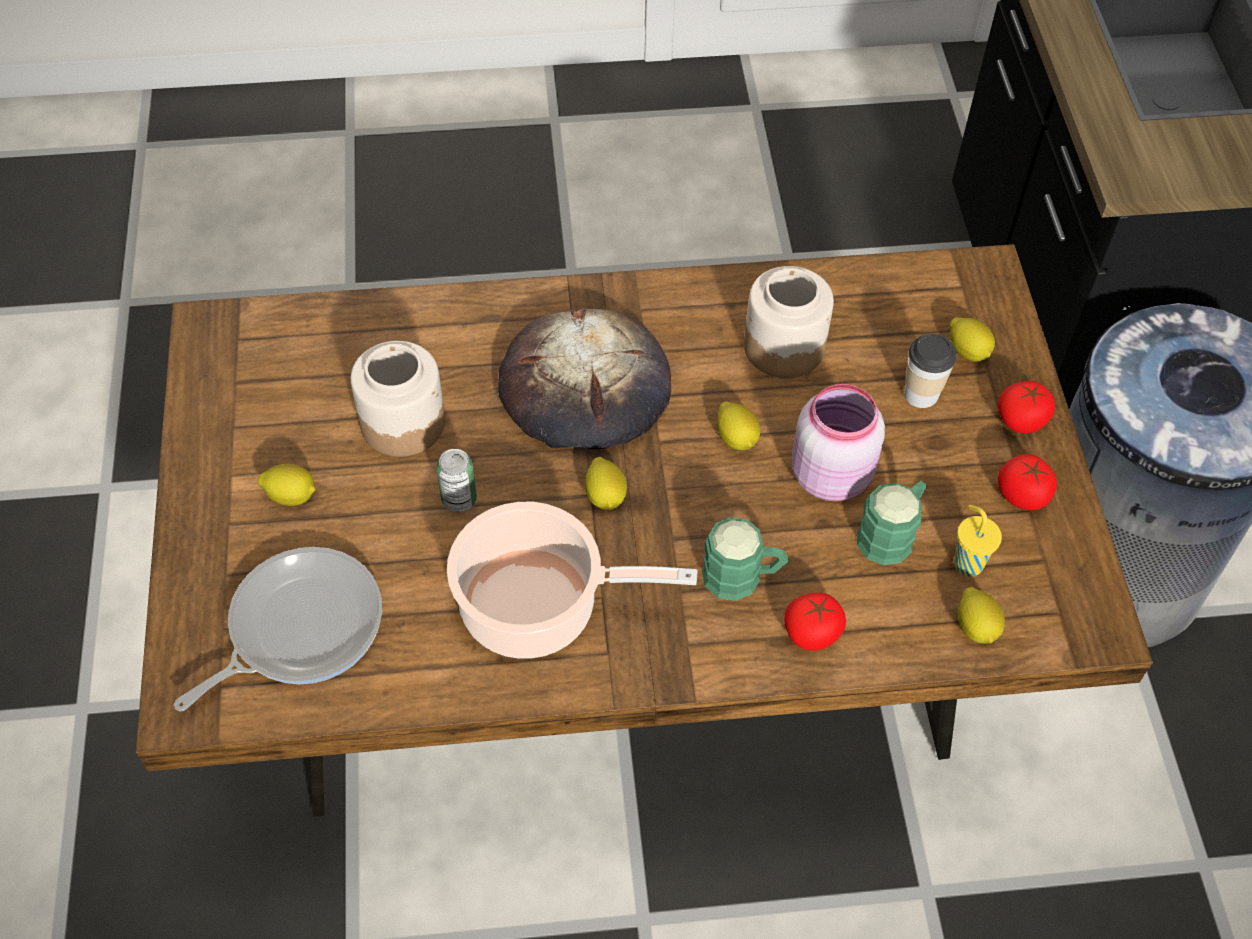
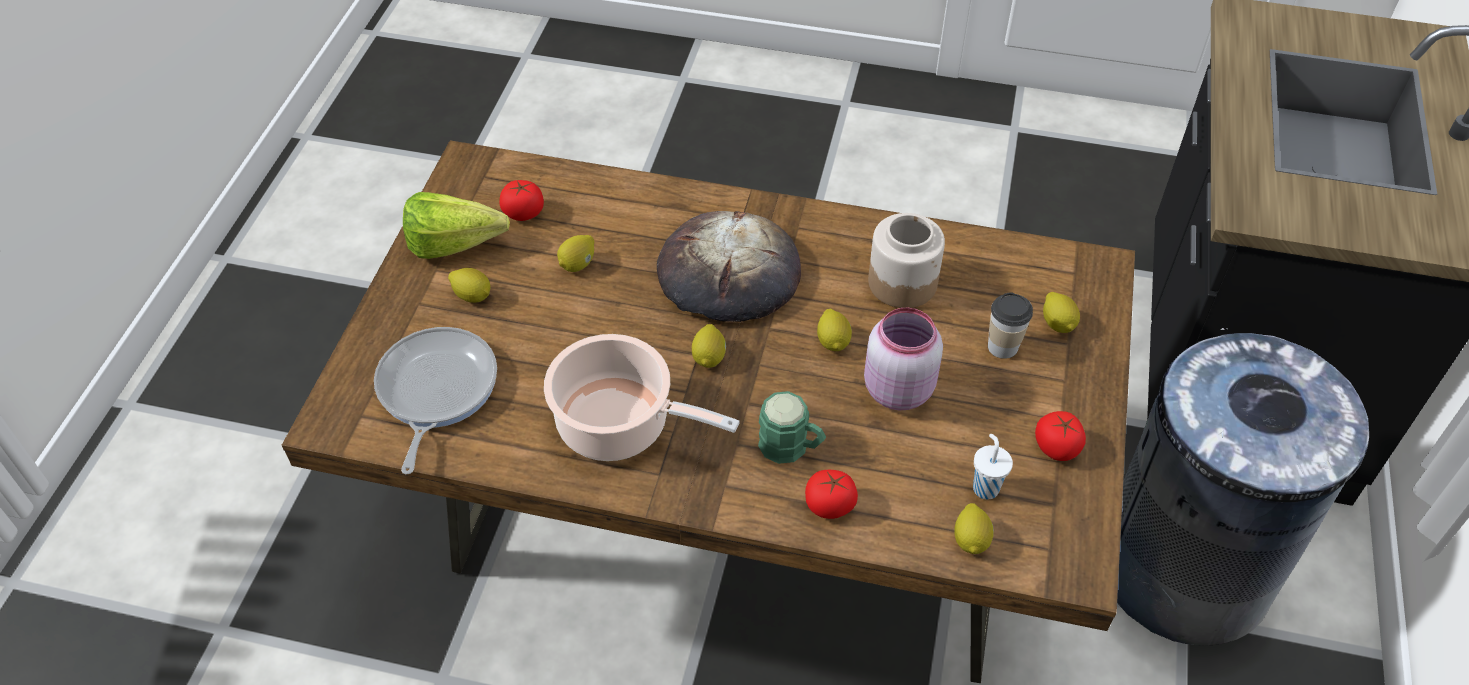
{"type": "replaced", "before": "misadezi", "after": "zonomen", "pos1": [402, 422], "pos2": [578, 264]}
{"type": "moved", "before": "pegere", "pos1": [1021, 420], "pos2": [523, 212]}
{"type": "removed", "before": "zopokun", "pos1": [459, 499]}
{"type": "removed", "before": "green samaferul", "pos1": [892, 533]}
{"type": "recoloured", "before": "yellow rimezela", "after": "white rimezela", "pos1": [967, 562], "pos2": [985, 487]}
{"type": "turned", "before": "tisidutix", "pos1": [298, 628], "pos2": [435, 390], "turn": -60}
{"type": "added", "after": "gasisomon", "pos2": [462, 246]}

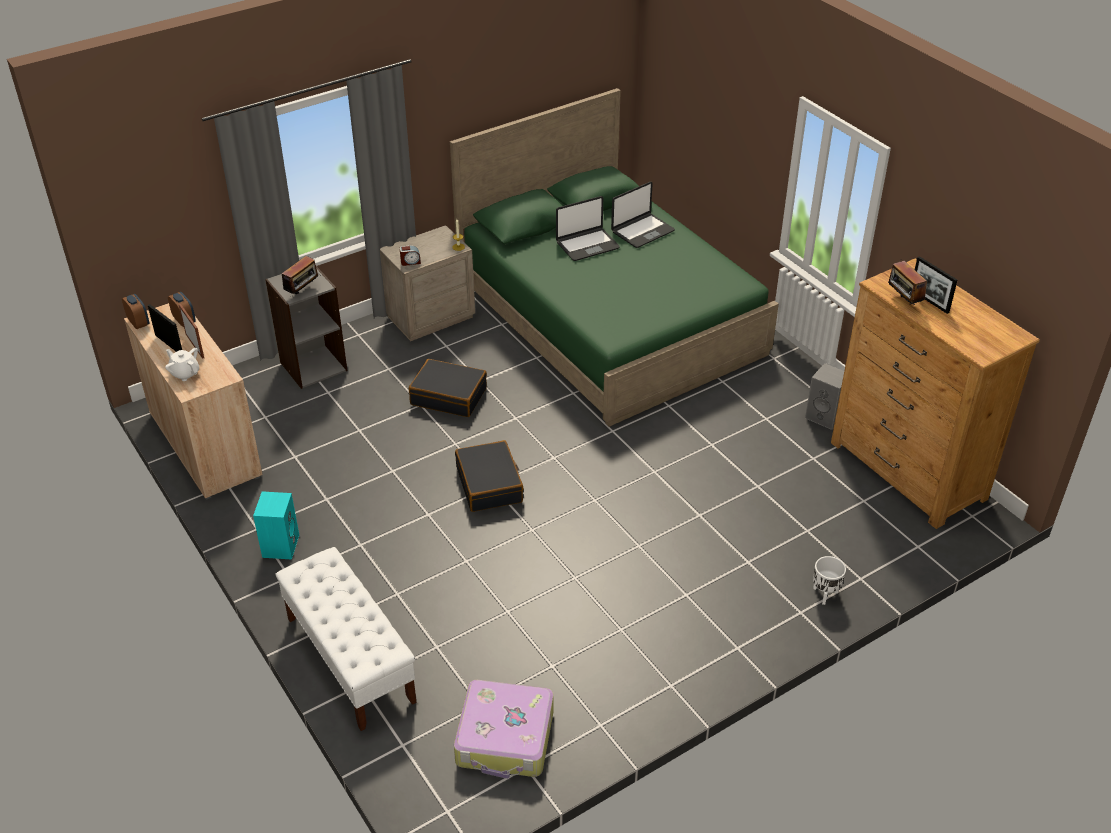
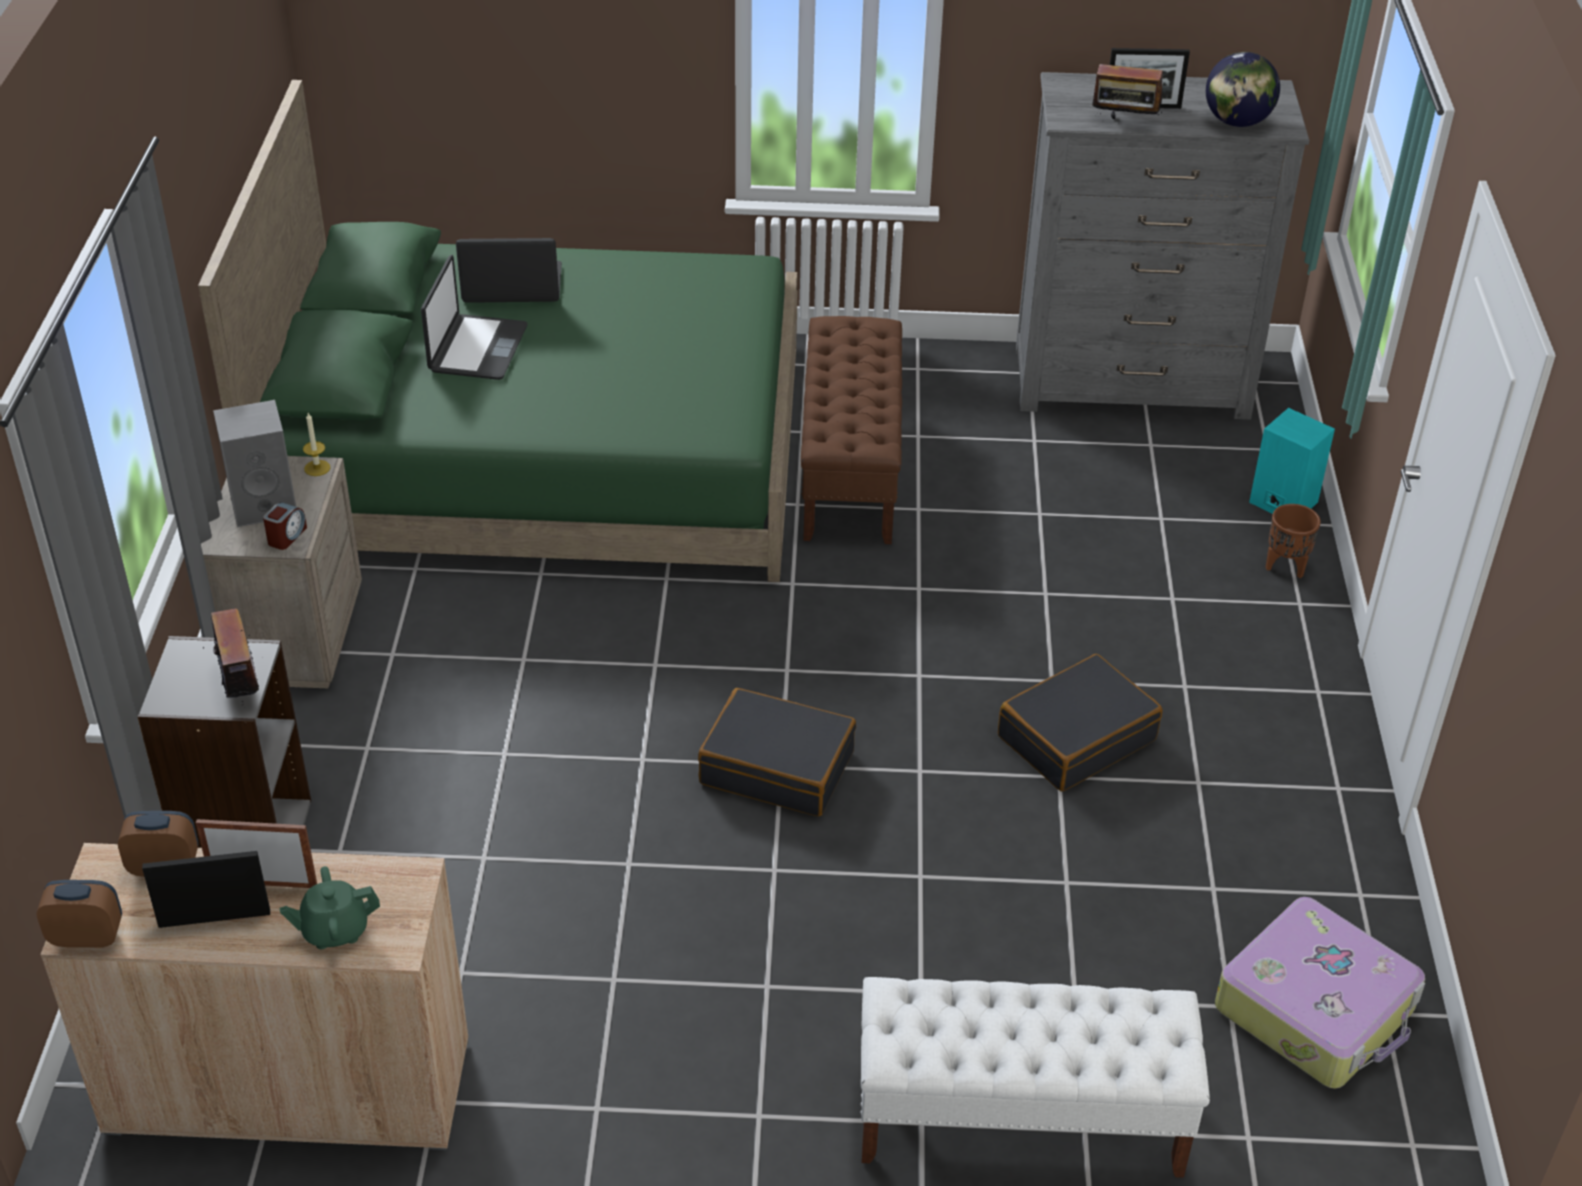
{"type": "turned", "before": "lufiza", "pos1": [642, 231], "pos2": [512, 286], "turn": -90}
{"type": "recoloured", "before": "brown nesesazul", "after": "grey nesesazul", "pos1": [907, 471], "pos2": [1131, 383]}
{"type": "recoloured", "before": "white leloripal", "after": "green leloripal", "pos1": [185, 373], "pos2": [334, 930]}
{"type": "moved", "before": "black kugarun", "pos1": [449, 396], "pos2": [1076, 737]}
{"type": "moved", "before": "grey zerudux", "pos1": [825, 416], "pos2": [265, 504]}
{"type": "moved", "before": "turquoise zerudux", "pos1": [280, 545], "pos2": [1281, 502]}
{"type": "recoloured", "before": "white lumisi", "after": "brown lumisi", "pos1": [824, 595], "pos2": [1286, 567]}
{"type": "added", "after": "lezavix", "pos2": [1236, 122]}
{"type": "added", "after": "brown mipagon", "pos2": [849, 468]}

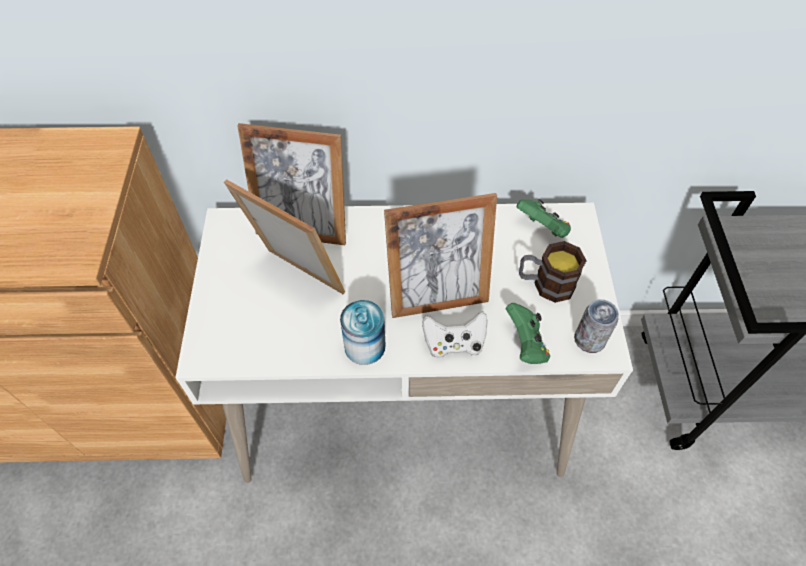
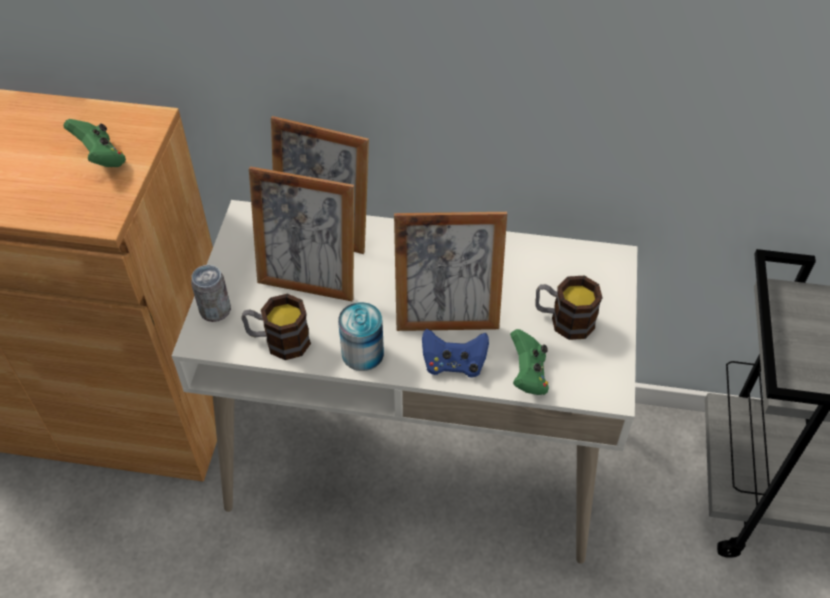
{"type": "turned", "before": "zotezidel", "pos1": [298, 279], "pos2": [309, 281], "turn": 150}
{"type": "moved", "before": "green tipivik", "pos1": [543, 228], "pos2": [101, 158]}
{"type": "moved", "before": "zopokun", "pos1": [589, 340], "pos2": [215, 310]}
{"type": "recoloured", "before": "white tipivik", "after": "blue tipivik", "pos1": [454, 343], "pos2": [453, 364]}
{"type": "added", "after": "samaferul", "pos2": [278, 341]}

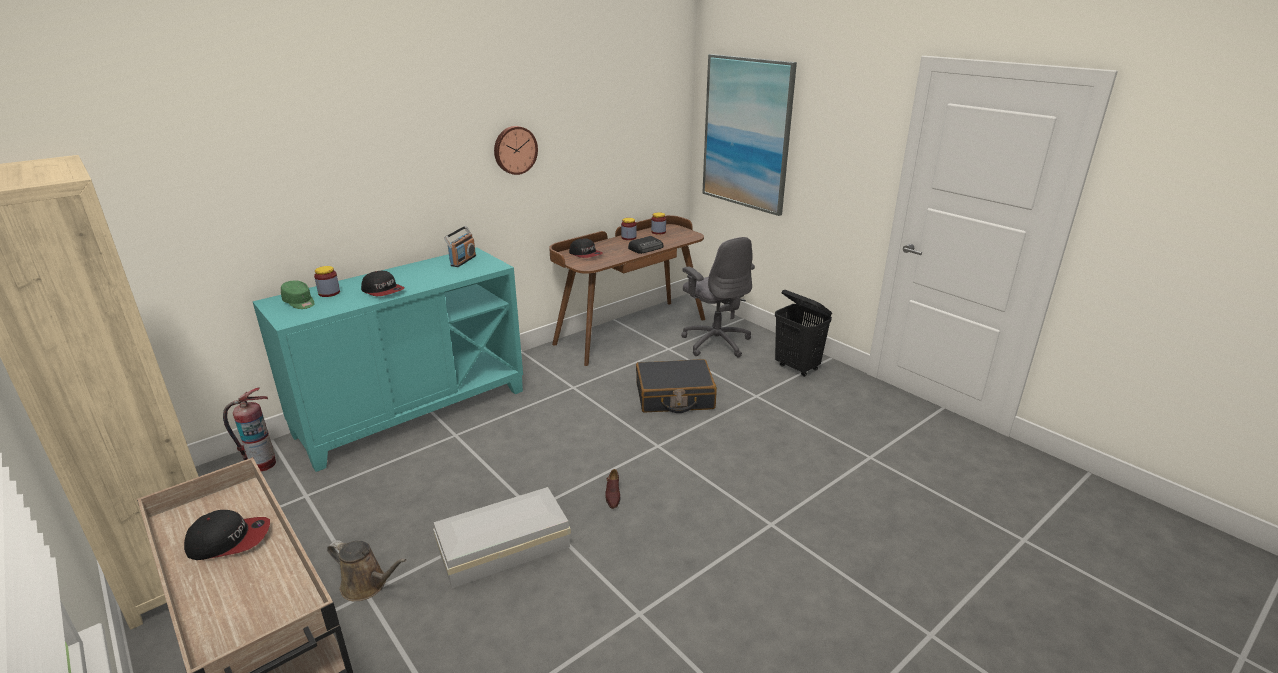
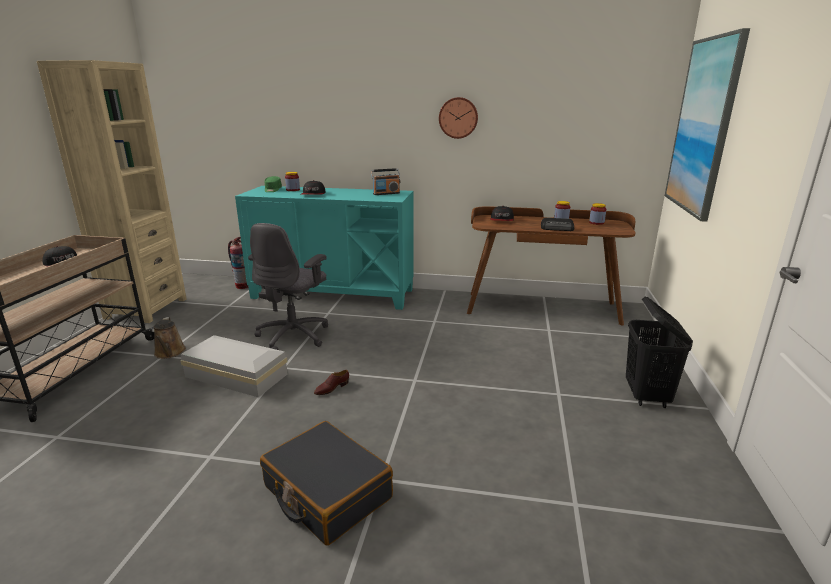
{"type": "moved", "before": "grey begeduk", "pos1": [716, 342], "pos2": [294, 336]}
{"type": "moved", "before": "black kugarun", "pos1": [674, 397], "pos2": [326, 492]}

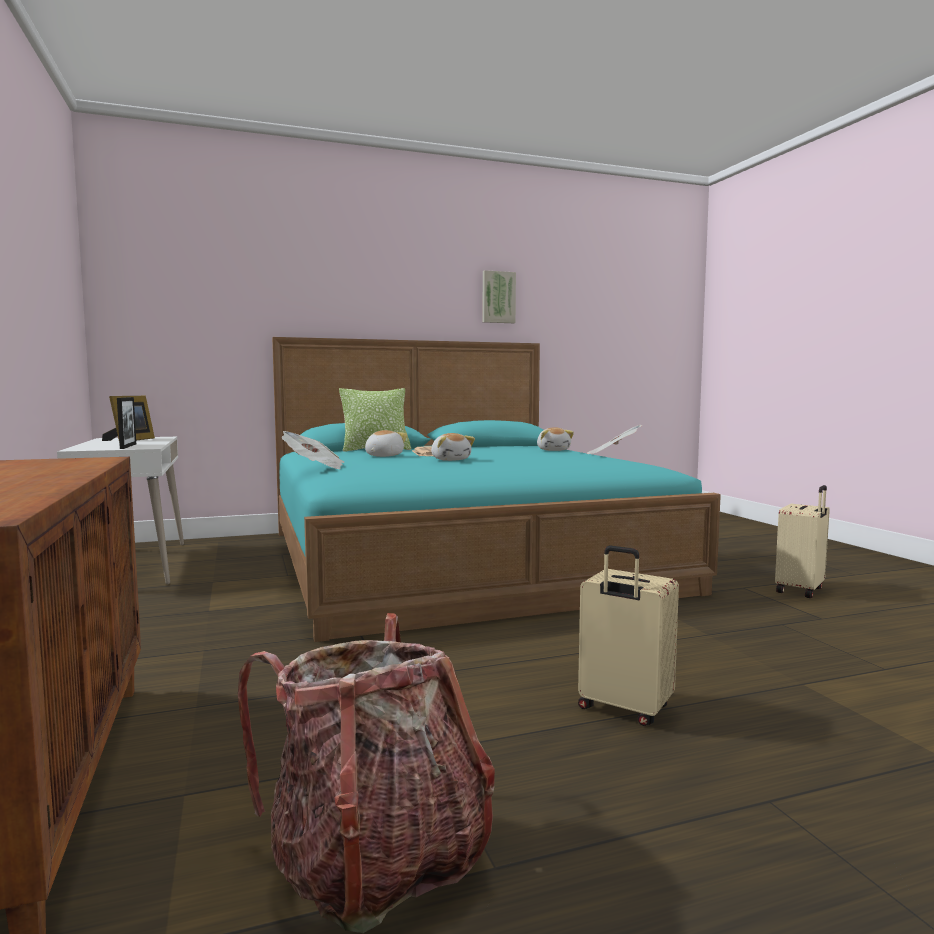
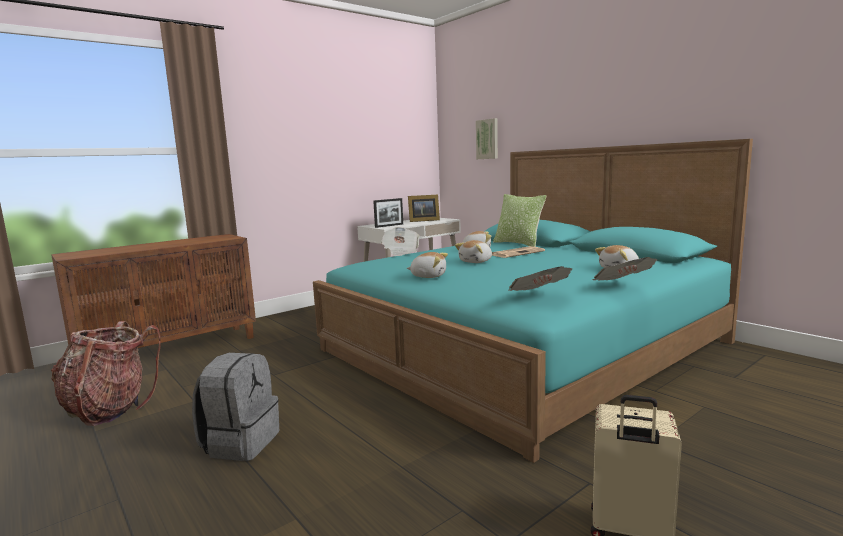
{"type": "moved", "before": "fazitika", "pos1": [498, 297], "pos2": [487, 139]}
{"type": "replaced", "before": "beige kugarun", "after": "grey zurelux", "pos1": [623, 709], "pos2": [240, 442]}
{"type": "added", "after": "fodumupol", "pos2": [428, 276]}
{"type": "added", "after": "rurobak", "pos2": [539, 296]}

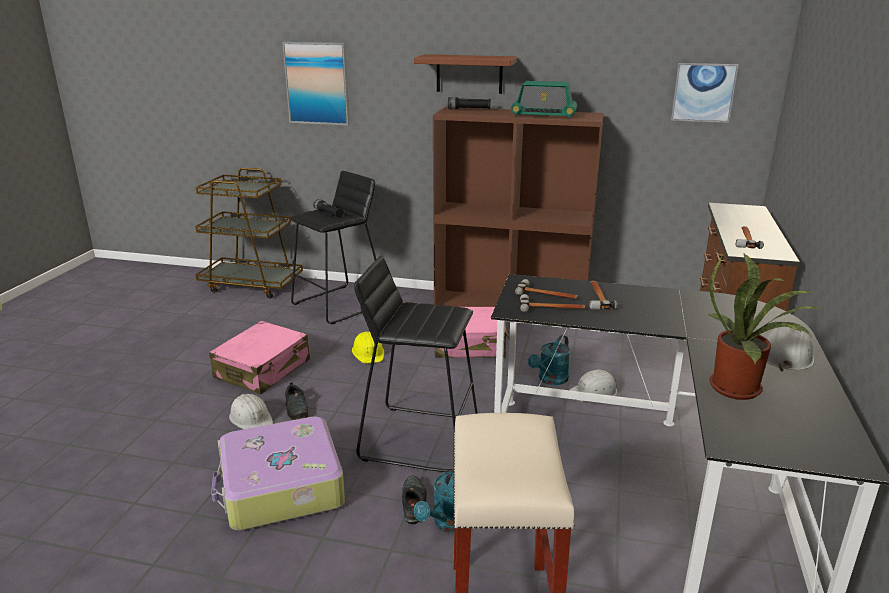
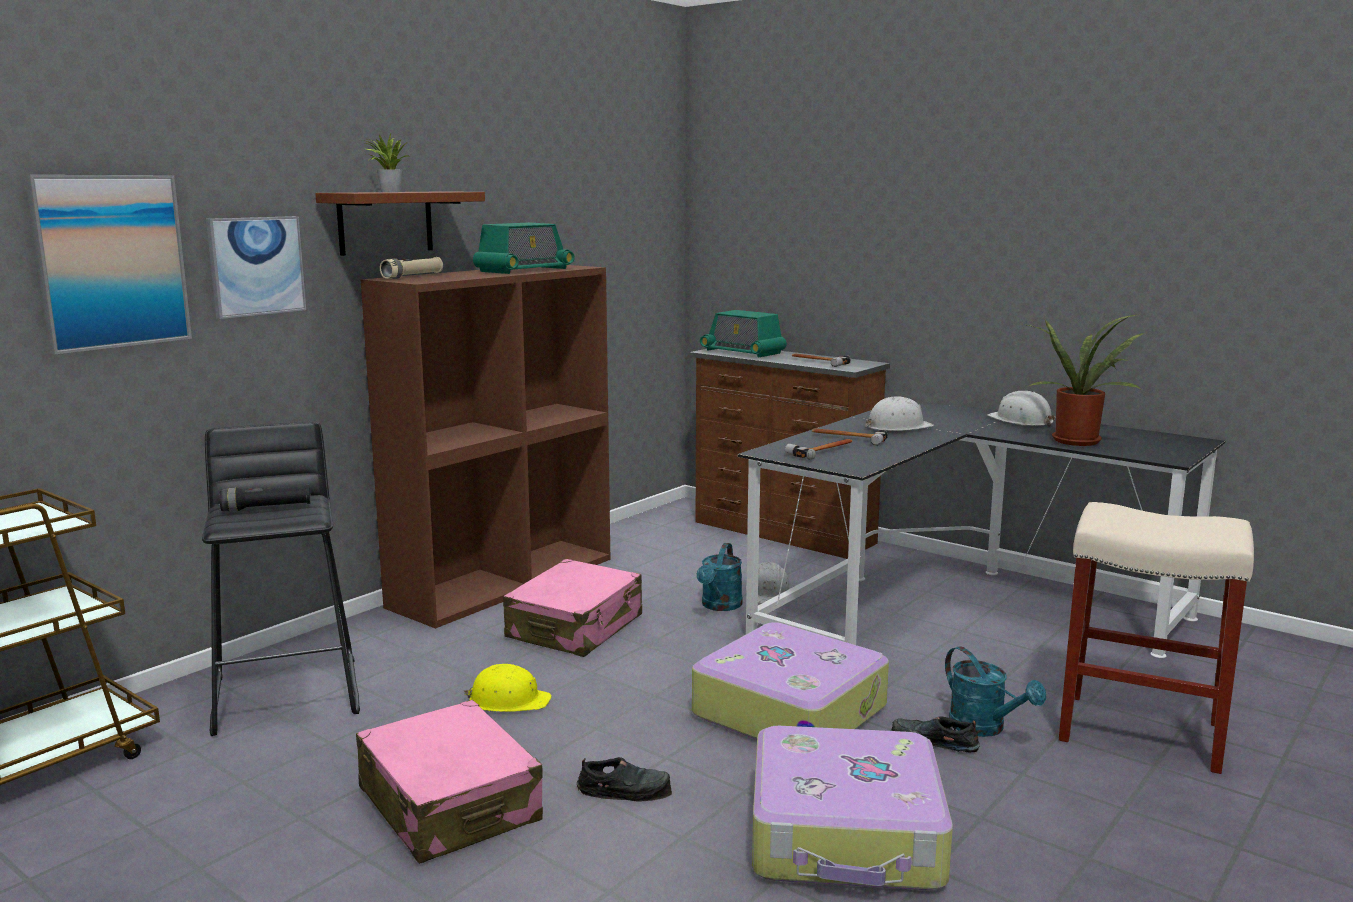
{"type": "moved", "before": "fazitika", "pos1": [703, 92], "pos2": [256, 266]}
{"type": "recoloured", "before": "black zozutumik", "after": "beige zozutumik", "pos1": [469, 109], "pos2": [413, 276]}
{"type": "replaced", "before": "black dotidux", "after": "kugarun", "pos1": [418, 438], "pos2": [790, 710]}
{"type": "removed", "before": "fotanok", "pos1": [551, 308]}
{"type": "turned", "before": "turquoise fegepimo", "pos1": [550, 380], "pos2": [719, 606], "turn": 45}
{"type": "moved", "before": "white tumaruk", "pos1": [251, 418], "pos2": [897, 427]}
{"type": "added", "after": "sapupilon", "pos2": [388, 192]}
{"type": "added", "after": "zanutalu", "pos2": [743, 352]}

